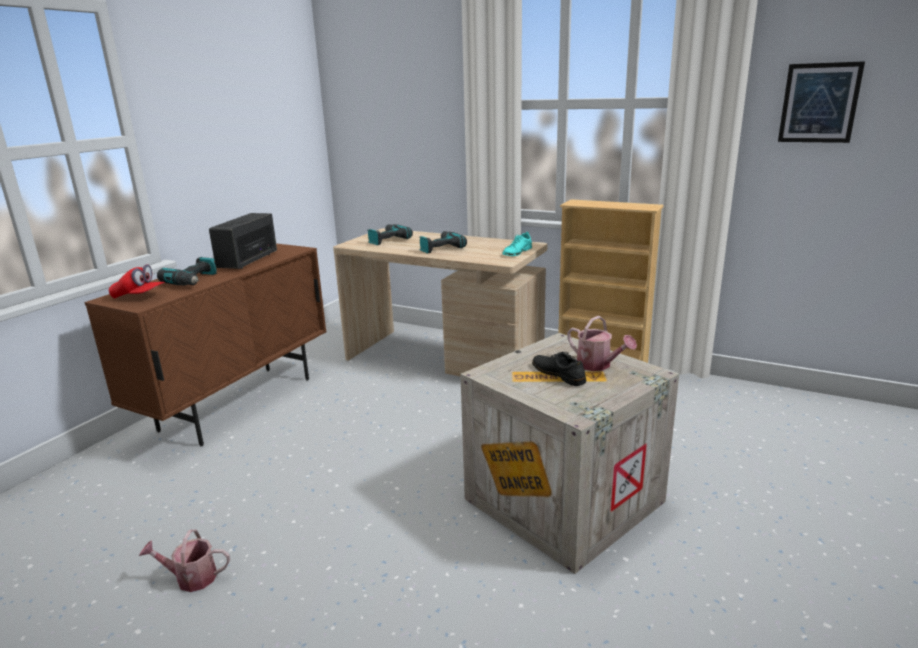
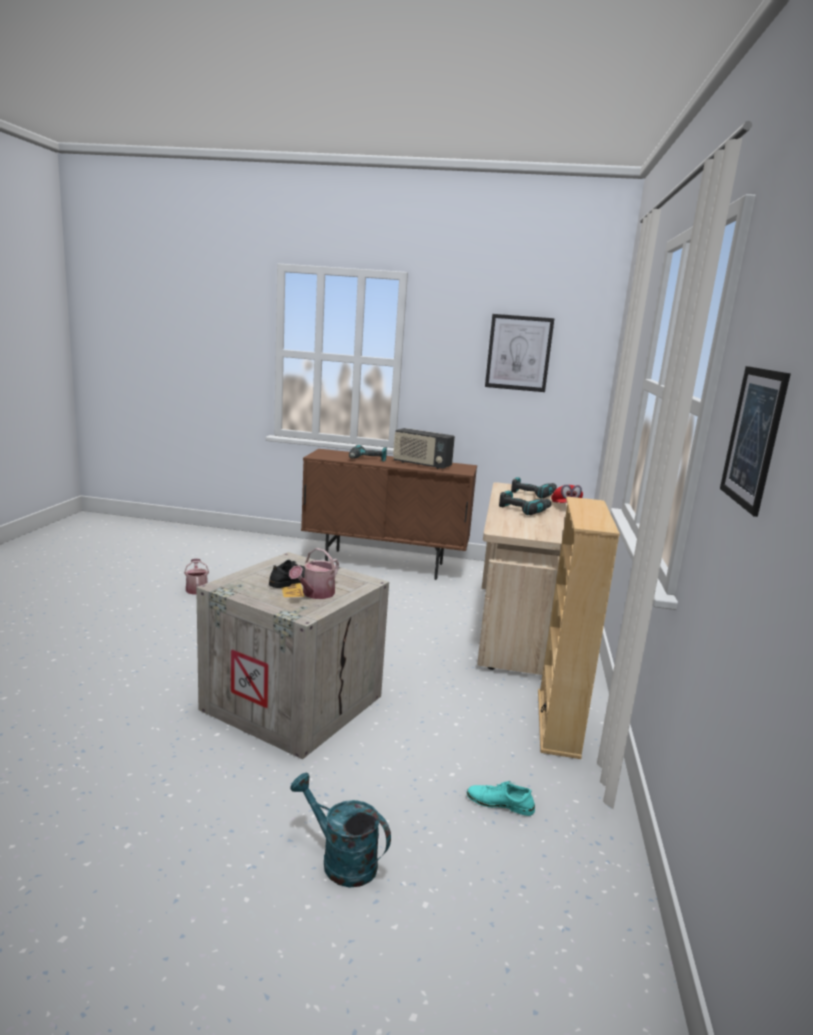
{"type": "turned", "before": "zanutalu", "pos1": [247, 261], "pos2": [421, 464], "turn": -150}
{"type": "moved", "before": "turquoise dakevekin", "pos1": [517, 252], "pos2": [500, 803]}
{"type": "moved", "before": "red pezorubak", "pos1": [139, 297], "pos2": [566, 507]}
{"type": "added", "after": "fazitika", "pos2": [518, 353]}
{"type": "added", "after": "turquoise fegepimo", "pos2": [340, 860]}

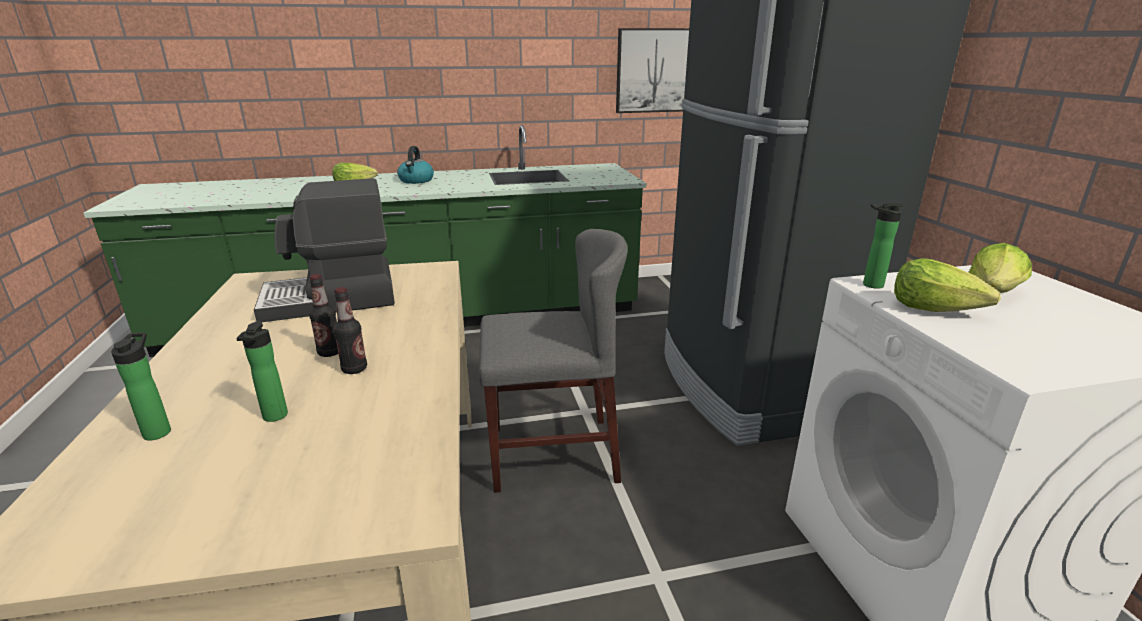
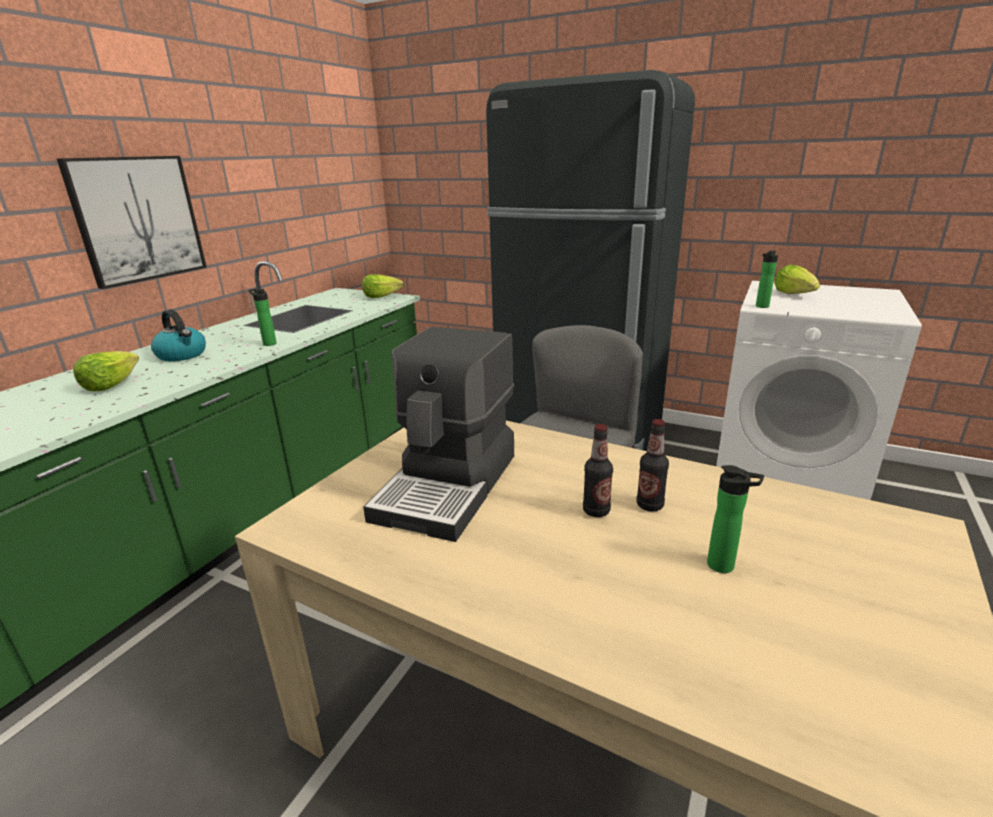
{"type": "moved", "before": "fazitika", "pos1": [654, 71], "pos2": [138, 219]}
{"type": "moved", "before": "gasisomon", "pos1": [934, 309], "pos2": [382, 296]}
{"type": "moved", "before": "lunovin", "pos1": [159, 431], "pos2": [268, 343]}

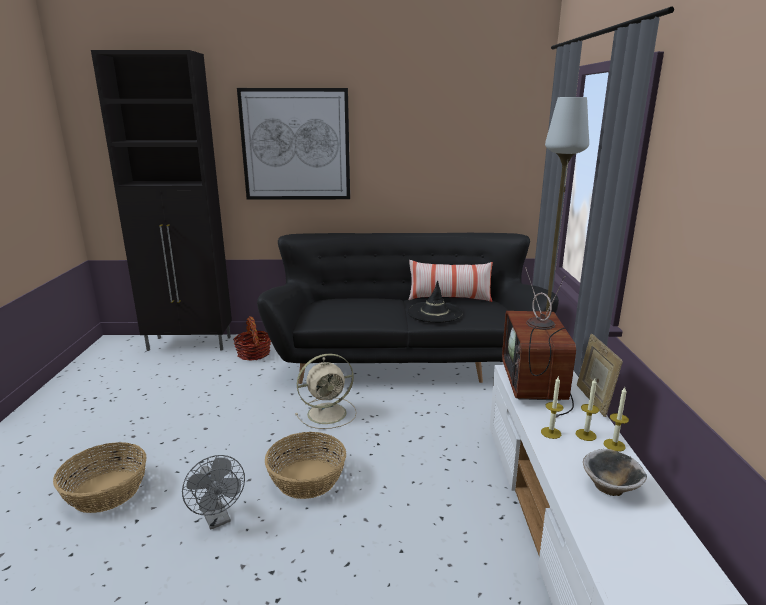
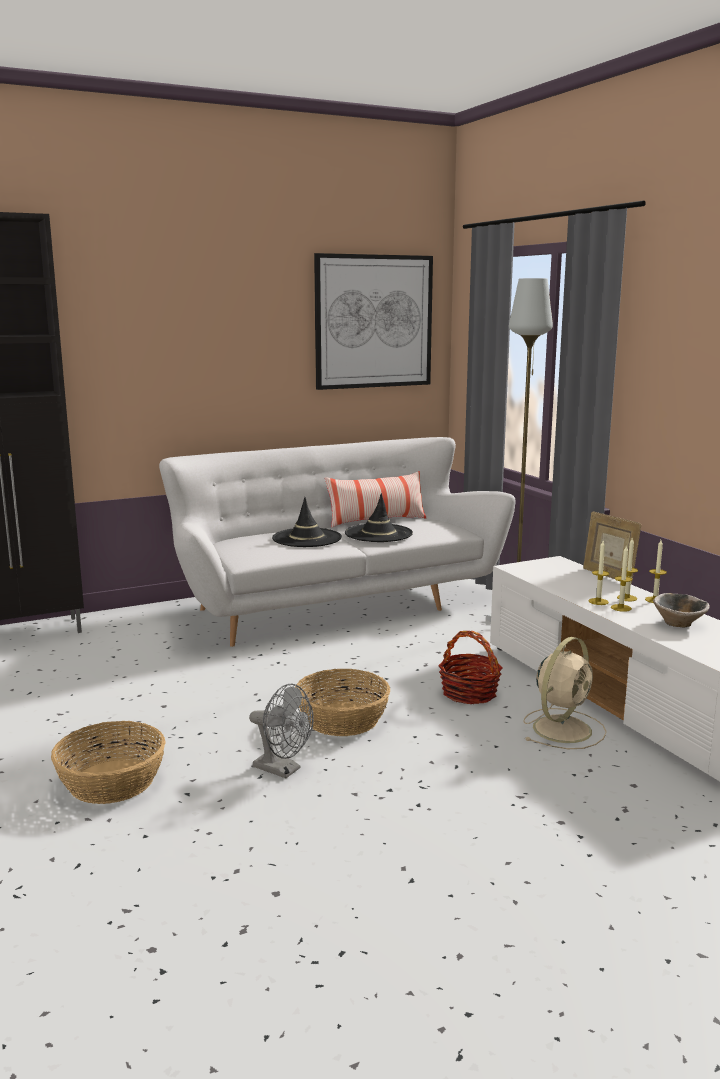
{"type": "moved", "before": "fazitika", "pos1": [296, 145], "pos2": [373, 321]}
{"type": "recoloured", "before": "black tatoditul", "after": "white tatoditul", "pos1": [404, 360], "pos2": [334, 605]}
{"type": "removed", "before": "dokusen", "pos1": [536, 385]}
{"type": "moved", "before": "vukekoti", "pos1": [254, 354], "pos2": [469, 693]}
{"type": "moved", "before": "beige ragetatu", "pos1": [328, 413], "pos2": [563, 728]}
{"type": "added", "after": "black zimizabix", "pos2": [307, 538]}
{"type": "added", "after": "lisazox", "pos2": [621, 608]}

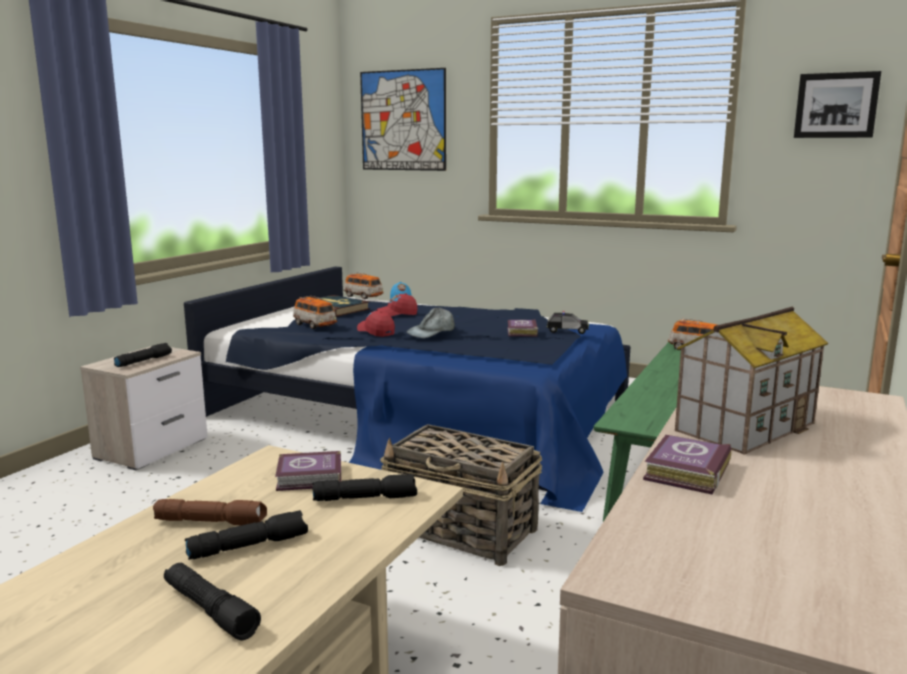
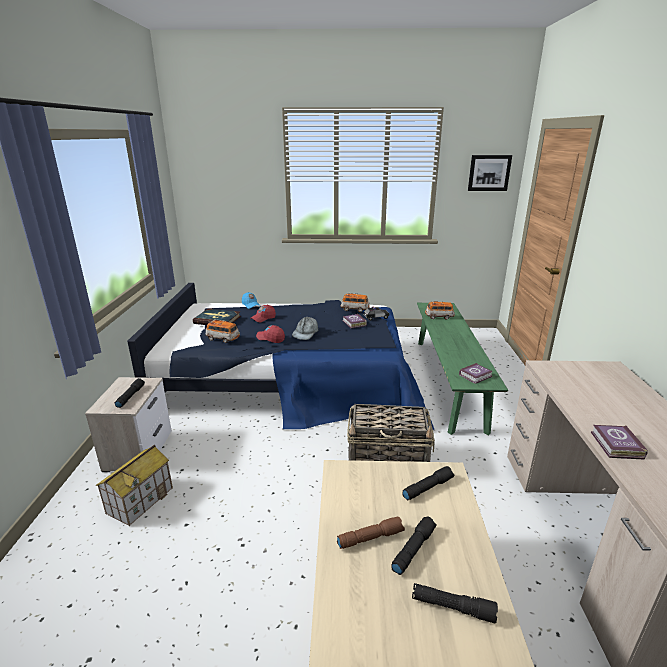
{"type": "removed", "before": "fazitika", "pos1": [403, 120]}
{"type": "moved", "before": "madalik", "pos1": [363, 297], "pos2": [355, 309]}
{"type": "moved", "before": "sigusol", "pos1": [745, 426], "pos2": [140, 500]}
{"type": "moved", "before": "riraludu", "pos1": [311, 478], "pos2": [476, 376]}

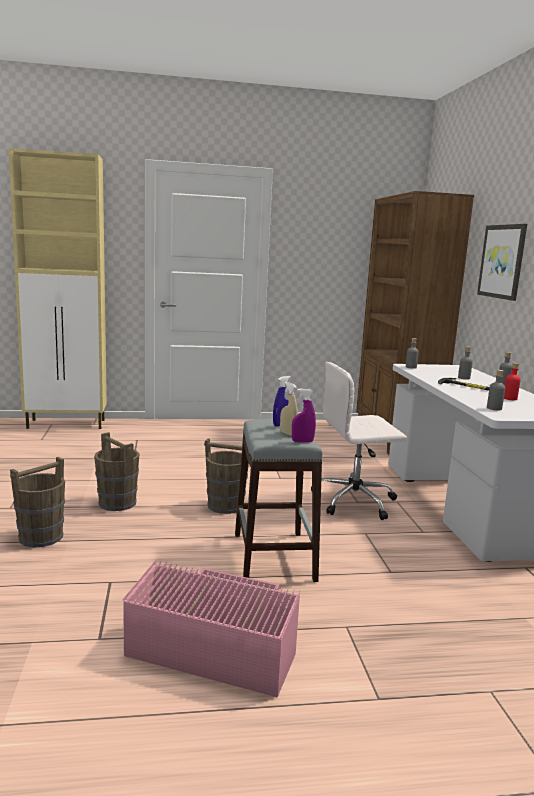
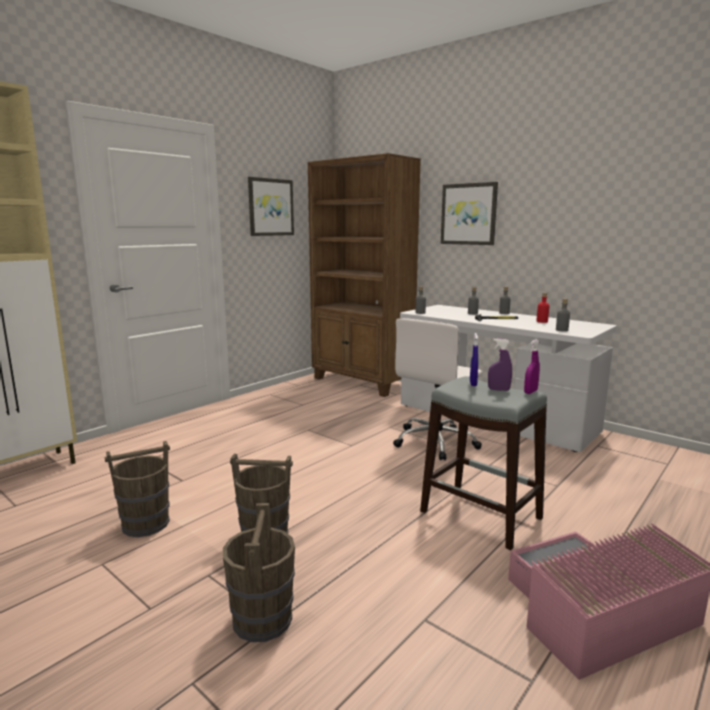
{"type": "recoloured", "before": "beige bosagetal", "after": "purple bosagetal", "pos1": [288, 434], "pos2": [498, 389]}
{"type": "moved", "before": "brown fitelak", "pos1": [225, 505], "pos2": [145, 524]}
{"type": "added", "after": "fazitika", "pos2": [270, 207]}

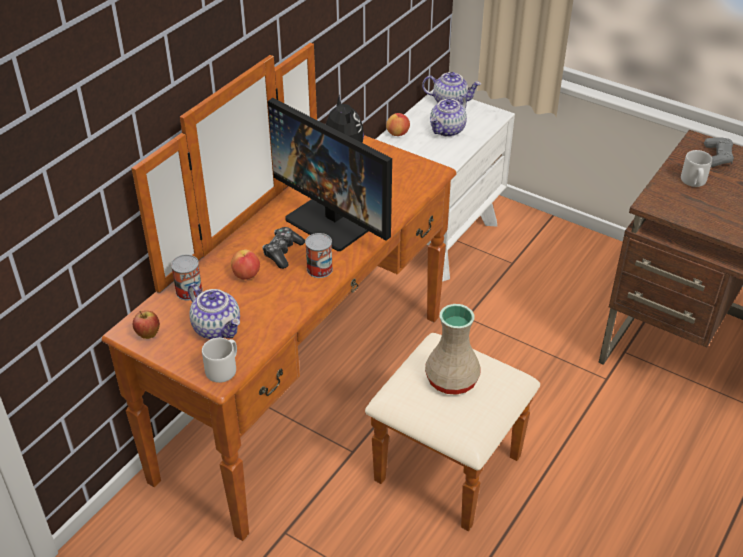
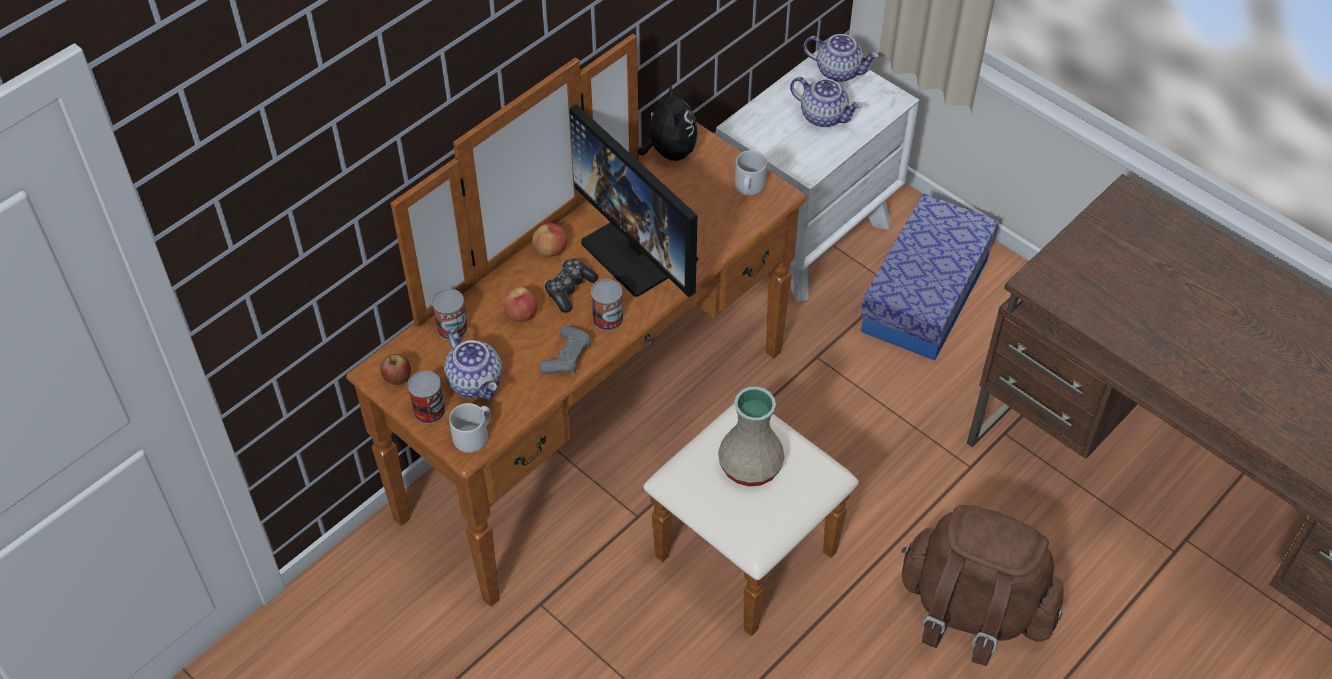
{"type": "turned", "before": "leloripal", "pos1": [447, 130], "pos2": [824, 116], "turn": -105}
{"type": "moved", "before": "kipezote", "pos1": [398, 133], "pos2": [550, 250]}
{"type": "moved", "before": "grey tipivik", "pos1": [716, 157], "pos2": [566, 357]}
{"type": "moved", "before": "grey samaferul", "pos1": [693, 182], "pos2": [749, 187]}
{"type": "added", "after": "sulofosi", "pos2": [925, 295]}
{"type": "added", "after": "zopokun", "pos2": [429, 410]}
{"type": "added", "after": "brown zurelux", "pos2": [972, 611]}

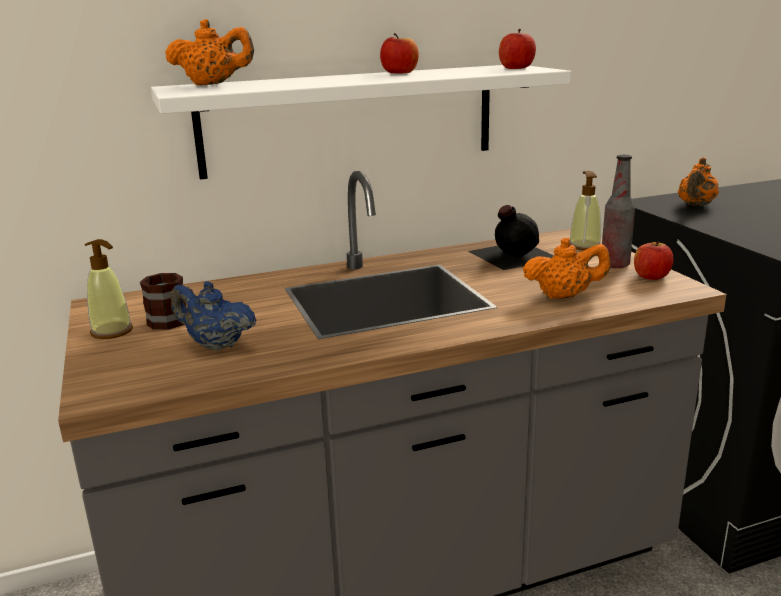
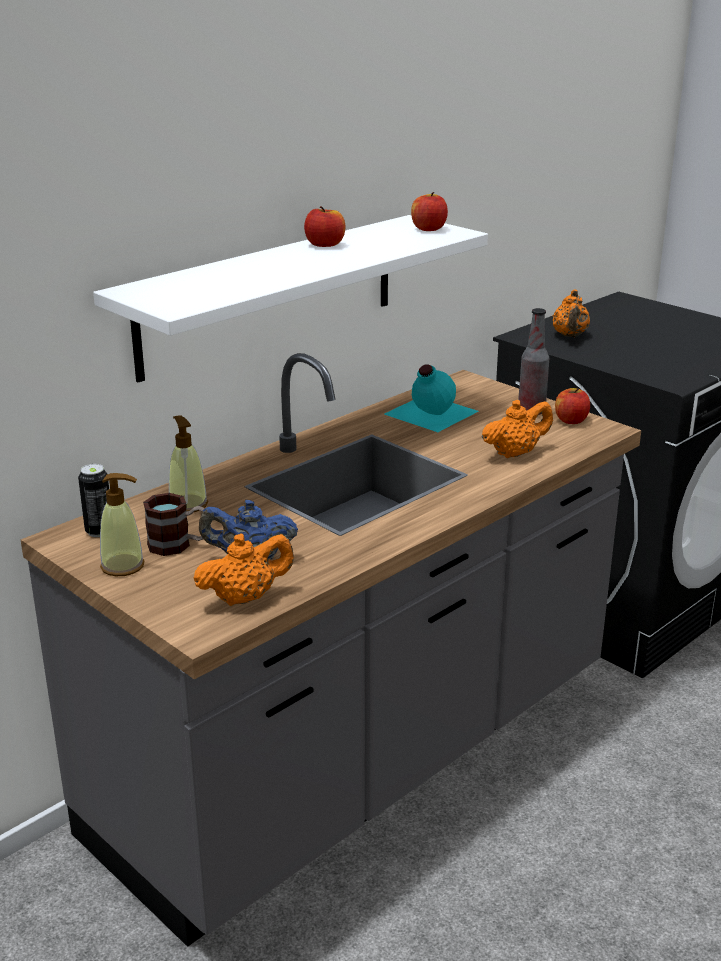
{"type": "moved", "before": "orange leloripal", "pos1": [213, 84], "pos2": [245, 598]}
{"type": "moved", "before": "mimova", "pos1": [584, 246], "pos2": [188, 504]}
{"type": "recoloured", "before": "black lunovin", "after": "turquoise lunovin", "pos1": [511, 254], "pos2": [429, 412]}
{"type": "added", "after": "zopokun", "pos2": [99, 531]}

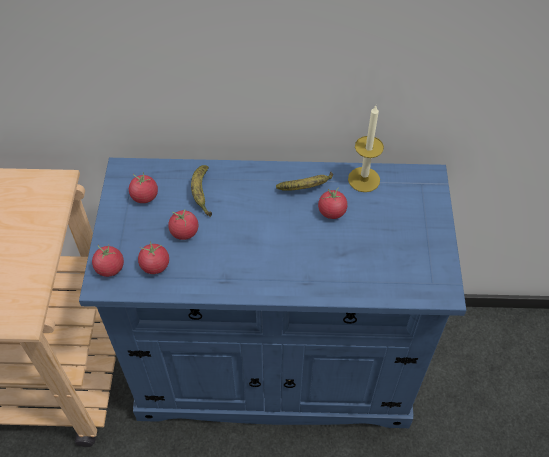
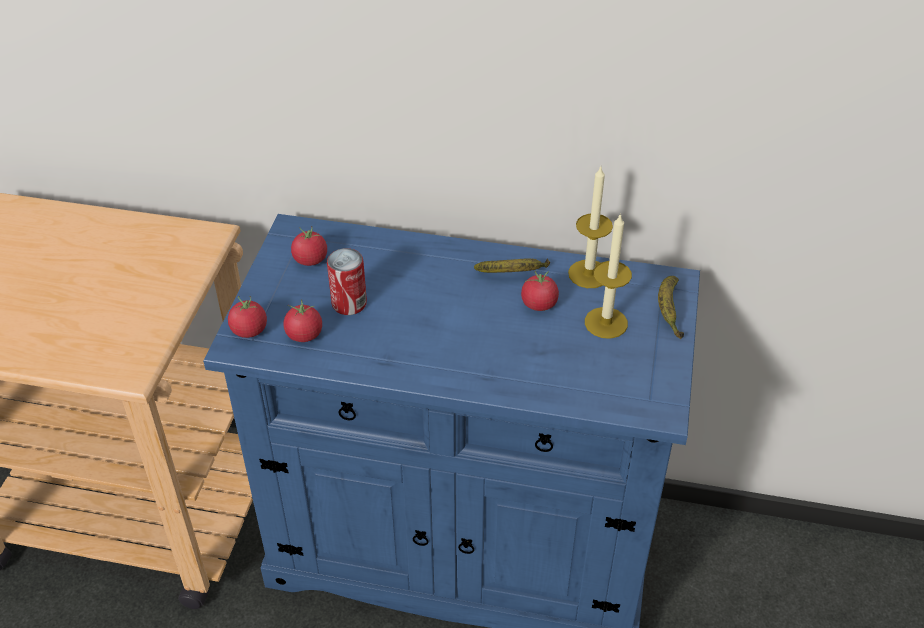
{"type": "moved", "before": "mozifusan", "pos1": [202, 194], "pos2": [669, 311]}
{"type": "replaced", "before": "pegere", "after": "zopokun", "pos1": [184, 232], "pos2": [349, 303]}
{"type": "added", "after": "lisazox", "pos2": [606, 323]}

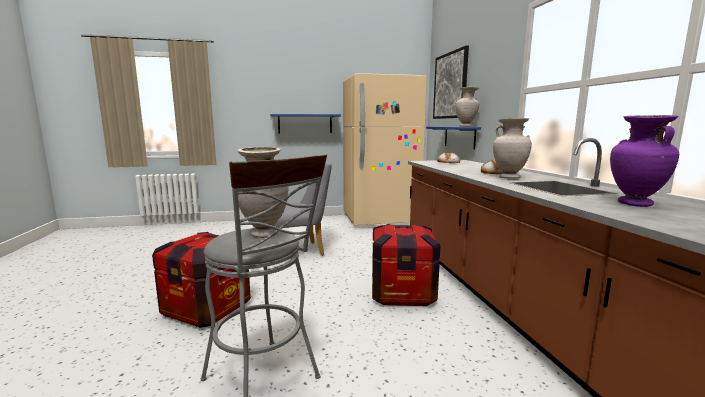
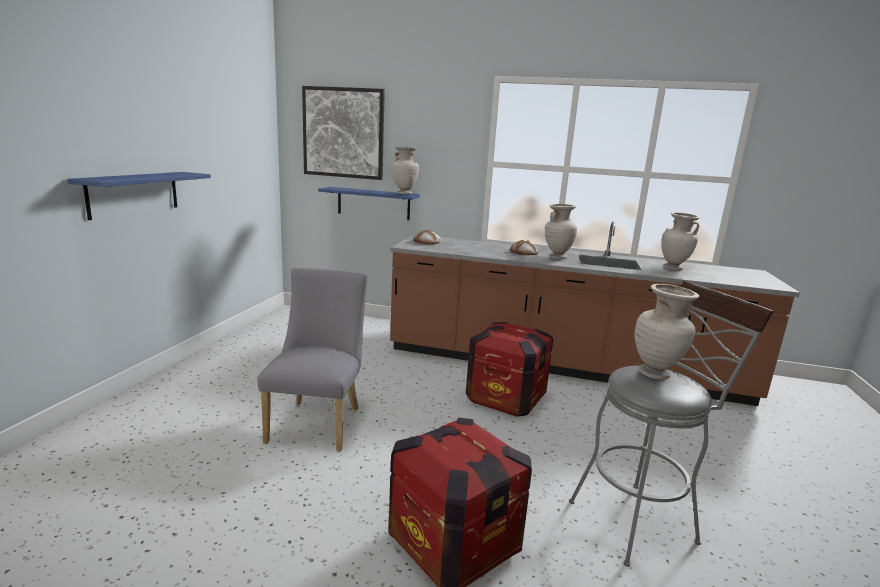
{"type": "removed", "before": "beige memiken", "pos1": [380, 219]}
{"type": "recoloured", "before": "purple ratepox", "after": "beige ratepox", "pos1": [634, 204], "pos2": [673, 268]}

